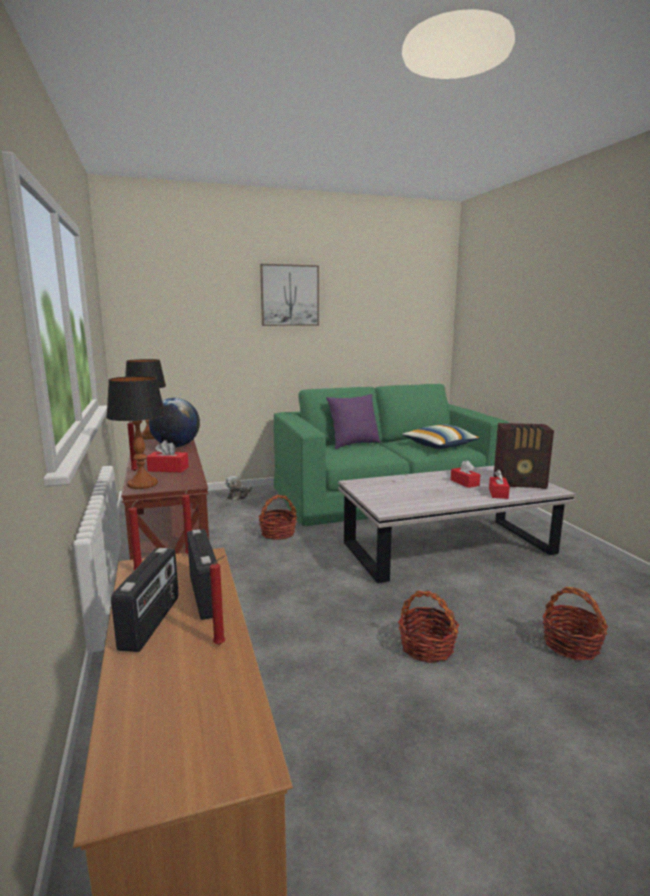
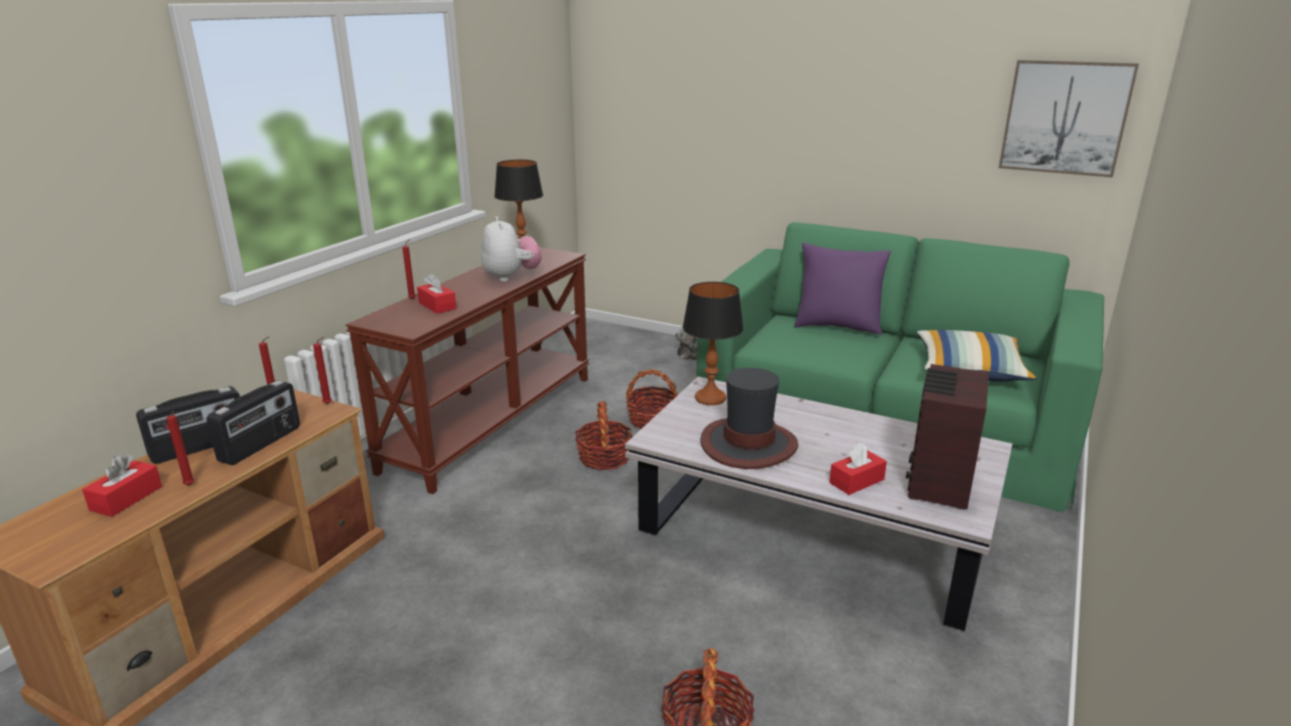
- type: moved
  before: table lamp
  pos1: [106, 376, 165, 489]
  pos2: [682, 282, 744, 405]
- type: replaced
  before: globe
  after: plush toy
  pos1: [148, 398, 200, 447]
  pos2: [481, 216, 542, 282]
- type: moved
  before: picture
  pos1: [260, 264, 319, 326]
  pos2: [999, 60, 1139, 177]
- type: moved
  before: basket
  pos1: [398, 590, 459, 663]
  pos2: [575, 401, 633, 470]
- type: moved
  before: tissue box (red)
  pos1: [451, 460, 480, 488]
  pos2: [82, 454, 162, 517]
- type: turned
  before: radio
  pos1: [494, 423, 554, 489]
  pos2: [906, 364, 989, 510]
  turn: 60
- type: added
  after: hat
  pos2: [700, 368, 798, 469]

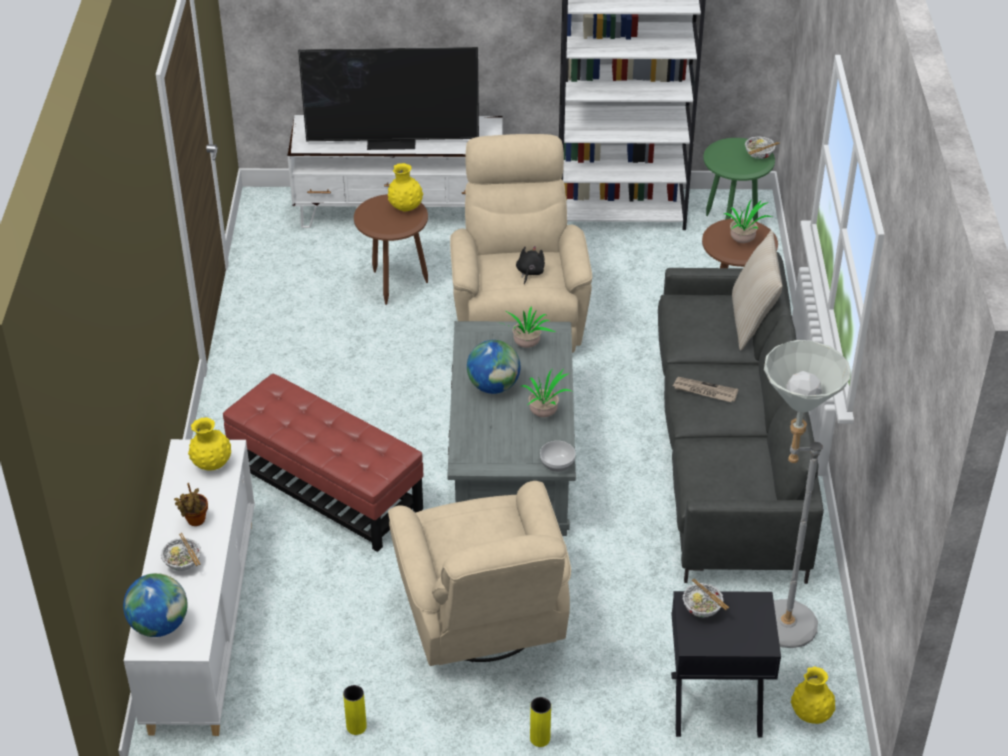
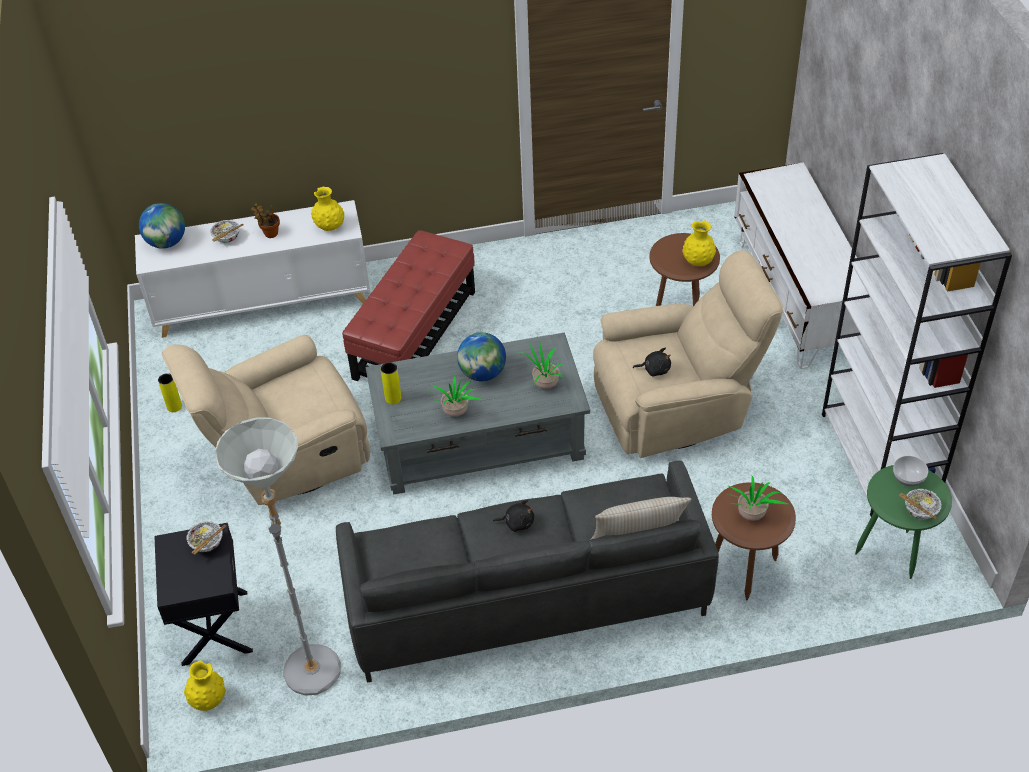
- type: removed
  before: television
  pos1: [298, 47, 479, 150]
- type: moved
  before: vase (yellow)
  pos1: [530, 697, 551, 747]
  pos2: [381, 362, 401, 404]
- type: moved
  before: bowl
  pos1: [540, 441, 576, 472]
  pos2: [893, 456, 928, 487]
- type: replaced
  before: newspaper
  after: plush toy (black)
  pos1: [673, 377, 738, 402]
  pos2: [493, 500, 534, 532]

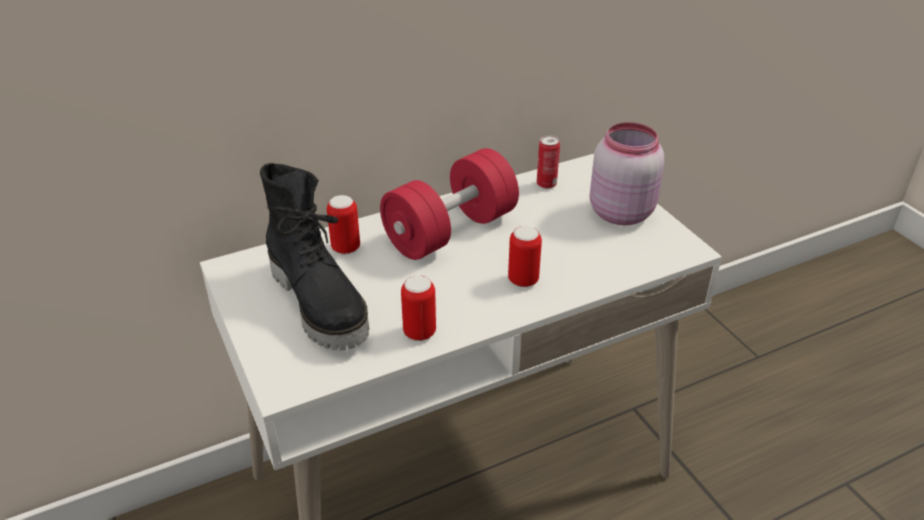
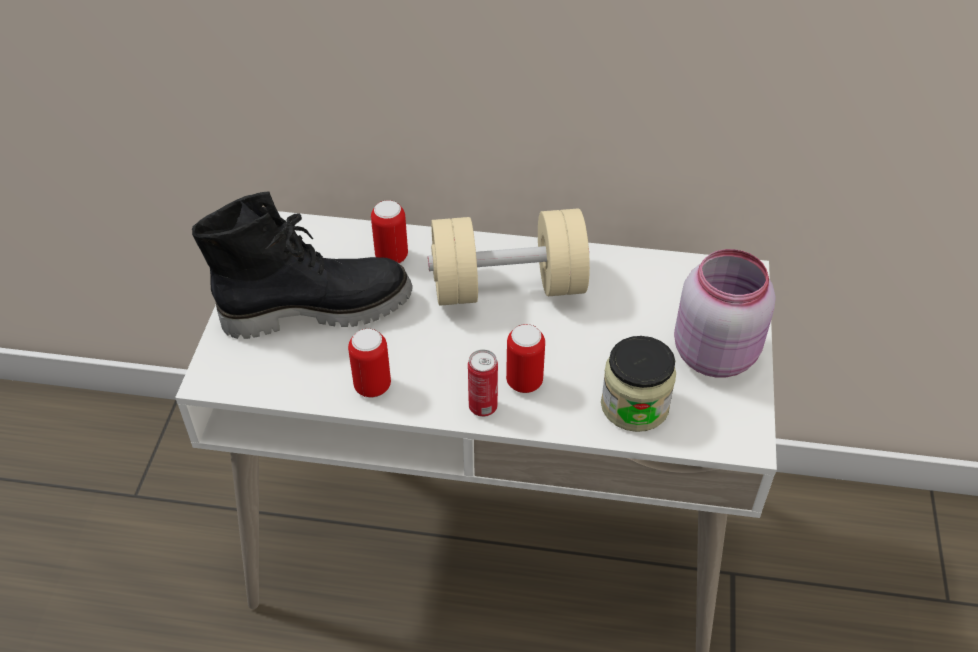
- type: turned
  before: boot (black)
  pos1: [260, 163, 369, 351]
  pos2: [192, 191, 413, 339]
  turn: -105
- type: recoloured
  before: dumbbell (red)
  after: dumbbell (beige)
  pos1: [380, 148, 519, 260]
  pos2: [428, 209, 590, 306]
- type: moved
  before: can
  pos1: [537, 135, 560, 189]
  pos2: [468, 350, 498, 417]
- type: added
  after: jar
  pos2: [601, 336, 676, 432]

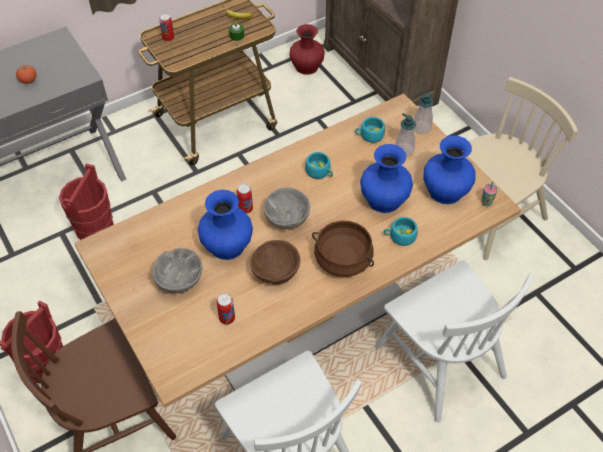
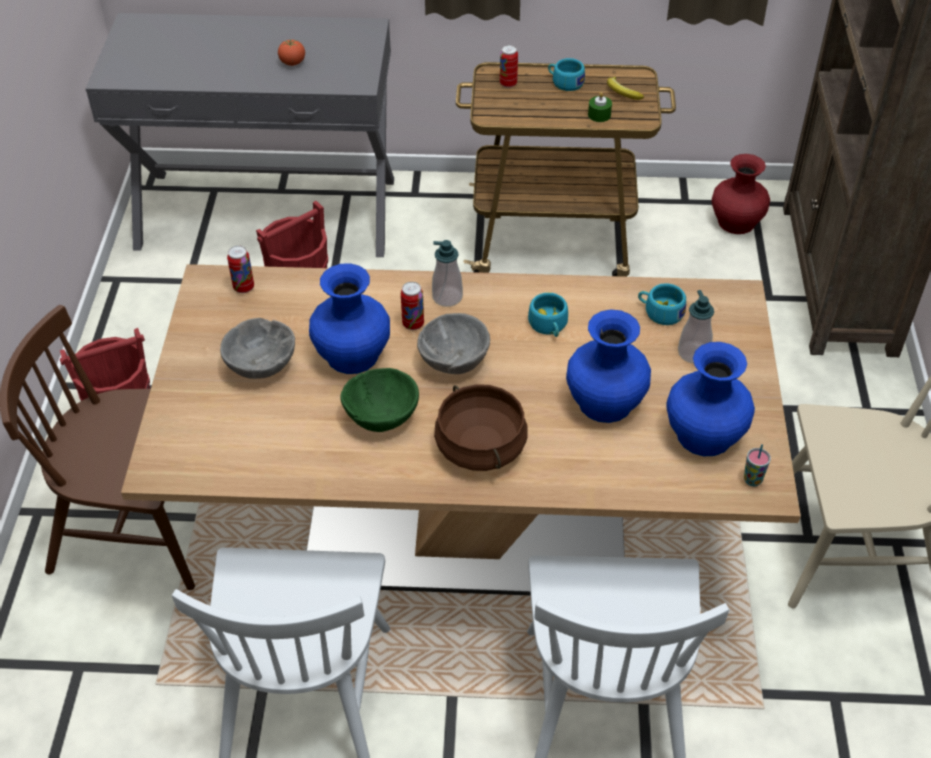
- type: moved
  before: can
  pos1: [217, 294, 235, 325]
  pos2: [227, 246, 254, 293]
- type: recoloured
  before: bowl (brown)
  after: bowl (green)
  pos1: [250, 240, 300, 285]
  pos2: [340, 368, 419, 432]
- type: moved
  before: cup (turquoise)
  pos1: [384, 217, 418, 246]
  pos2: [548, 58, 585, 91]
- type: moved
  before: soap dispenser
  pos1: [413, 93, 434, 134]
  pos2: [432, 240, 463, 307]

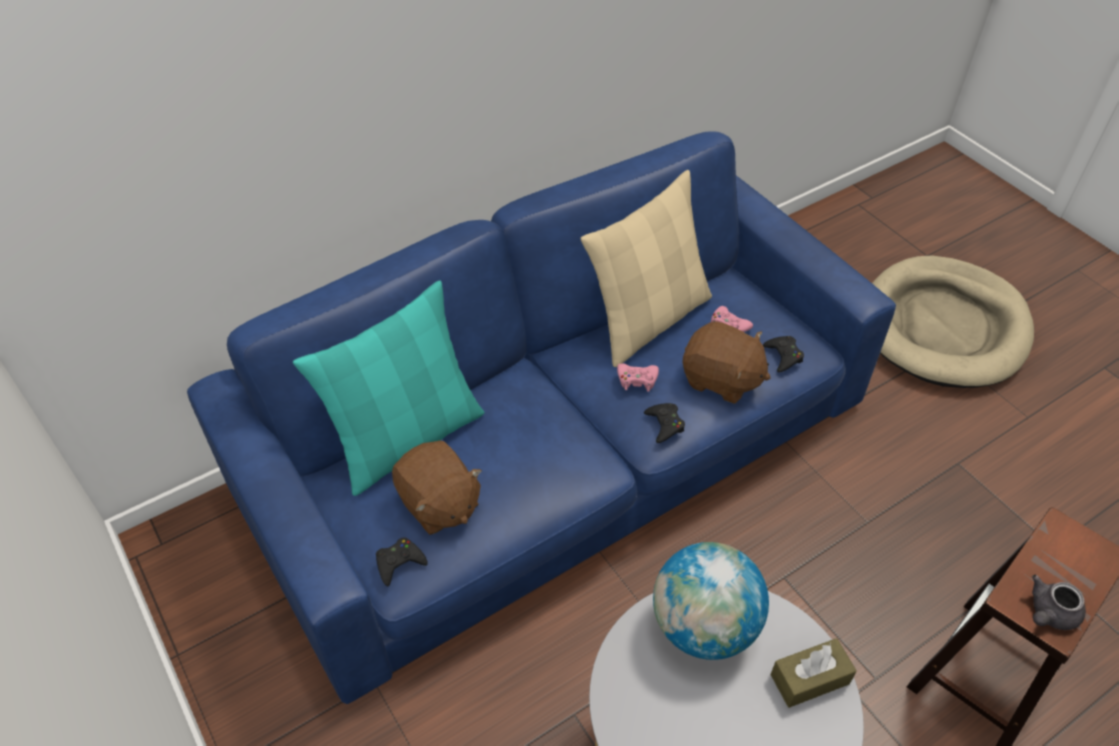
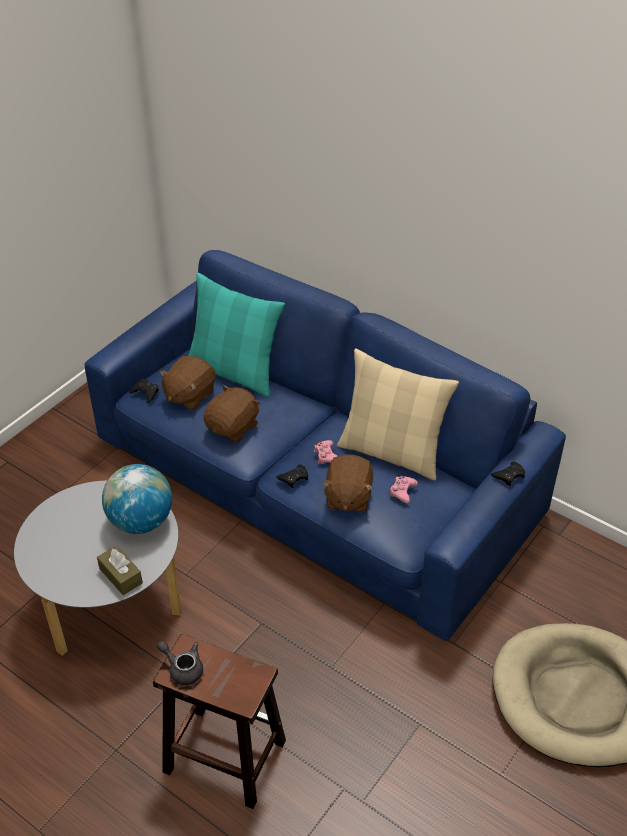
- type: moved
  before: game controller (black)
  pos1: [763, 336, 804, 372]
  pos2: [491, 462, 525, 486]
- type: added
  after: plush toy (brown)
  pos2: [204, 385, 260, 442]

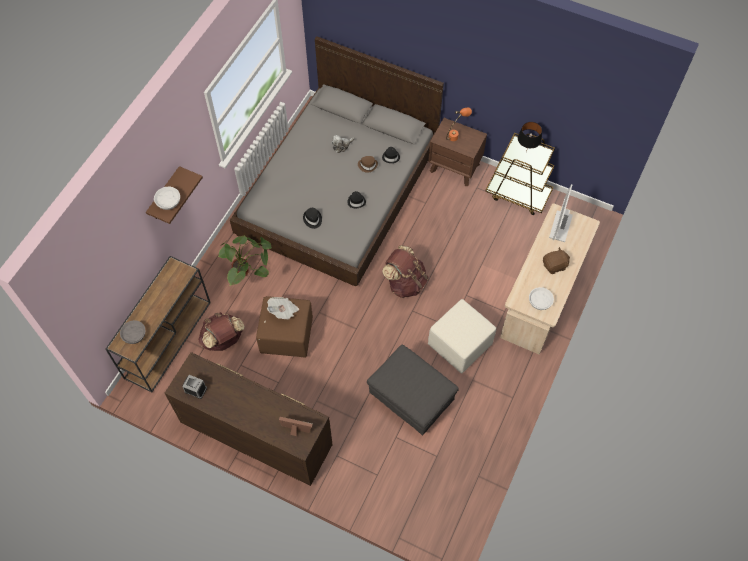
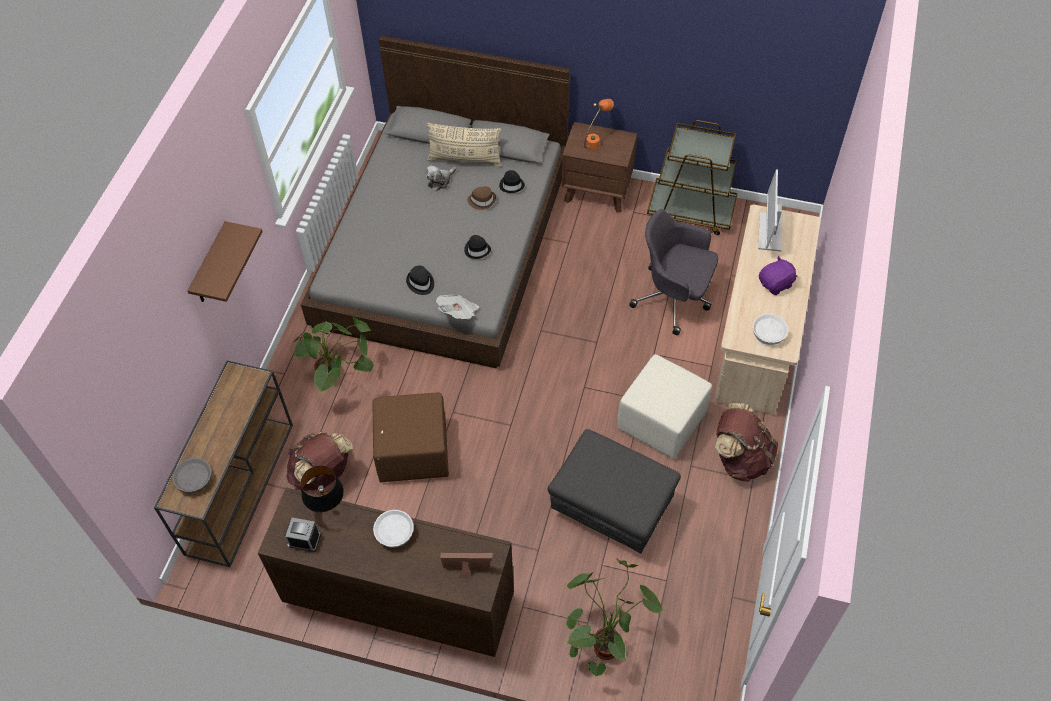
- type: moved
  before: bowl (white)
  pos1: [154, 186, 180, 210]
  pos2: [373, 510, 413, 548]
- type: moved
  before: newspaper
  pos1: [267, 297, 299, 320]
  pos2: [436, 295, 479, 319]
- type: moved
  before: backpack (brown)
  pos1: [382, 245, 429, 298]
  pos2: [715, 403, 778, 482]
- type: moved
  before: table lamp (black)
  pos1: [518, 122, 542, 152]
  pos2: [301, 466, 344, 512]
- type: recoloured
  before: plush toy (brown)
  after: plush toy (purple)
  pos1: [543, 247, 570, 274]
  pos2: [759, 256, 798, 295]
- type: added
  after: pillow (beige)
  pos2: [427, 123, 502, 167]
- type: added
  after: potted plant
  pos2: [566, 559, 665, 677]
- type: added
  after: office chair (grey)
  pos2: [629, 209, 718, 335]

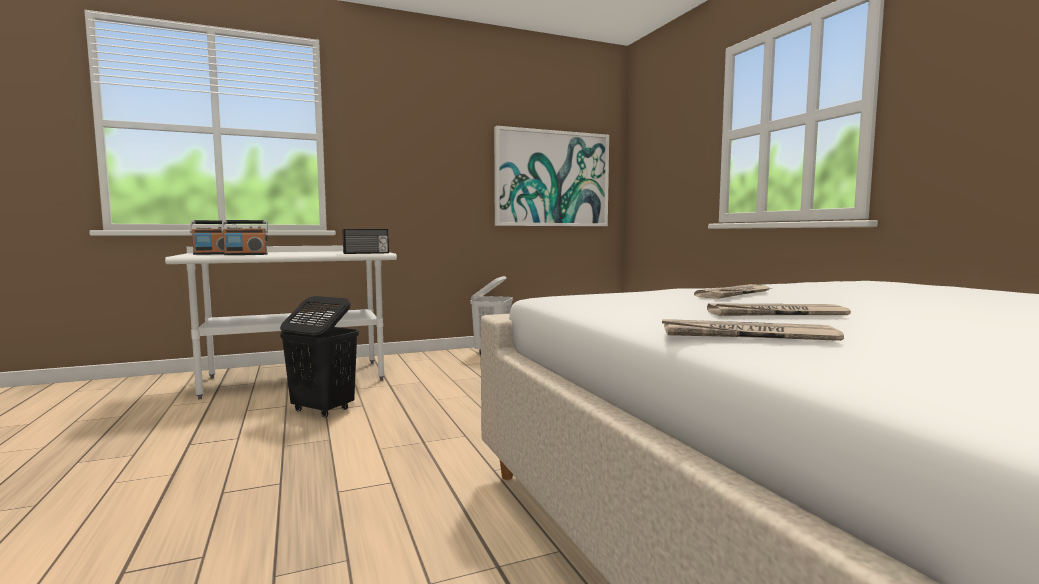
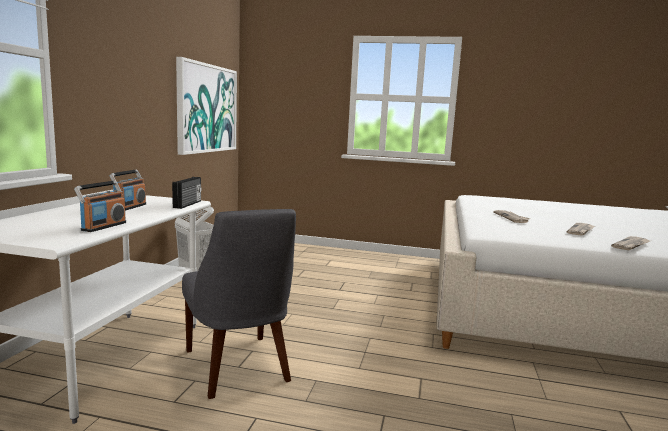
- type: moved
  before: radio
  pos1: [190, 220, 236, 255]
  pos2: [109, 170, 146, 211]
- type: replaced
  before: laundry basket (black)
  after: chair (grey)
  pos1: [280, 296, 359, 418]
  pos2: [182, 209, 296, 399]

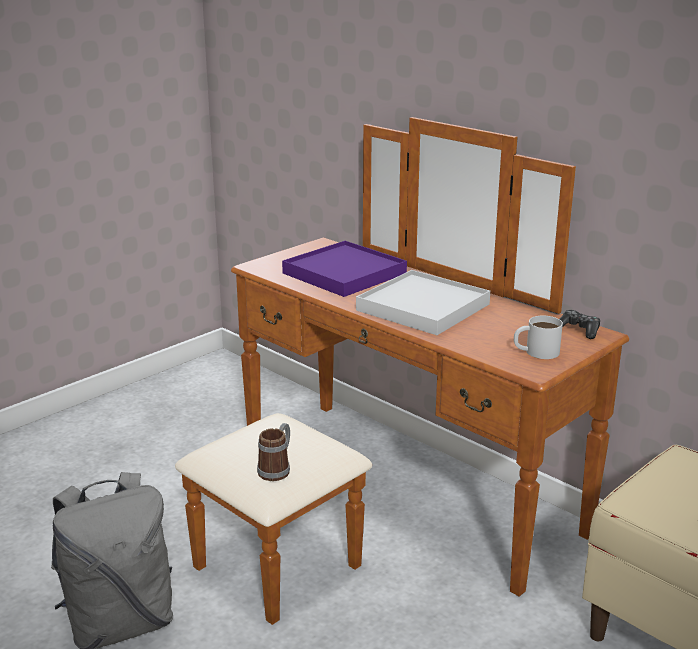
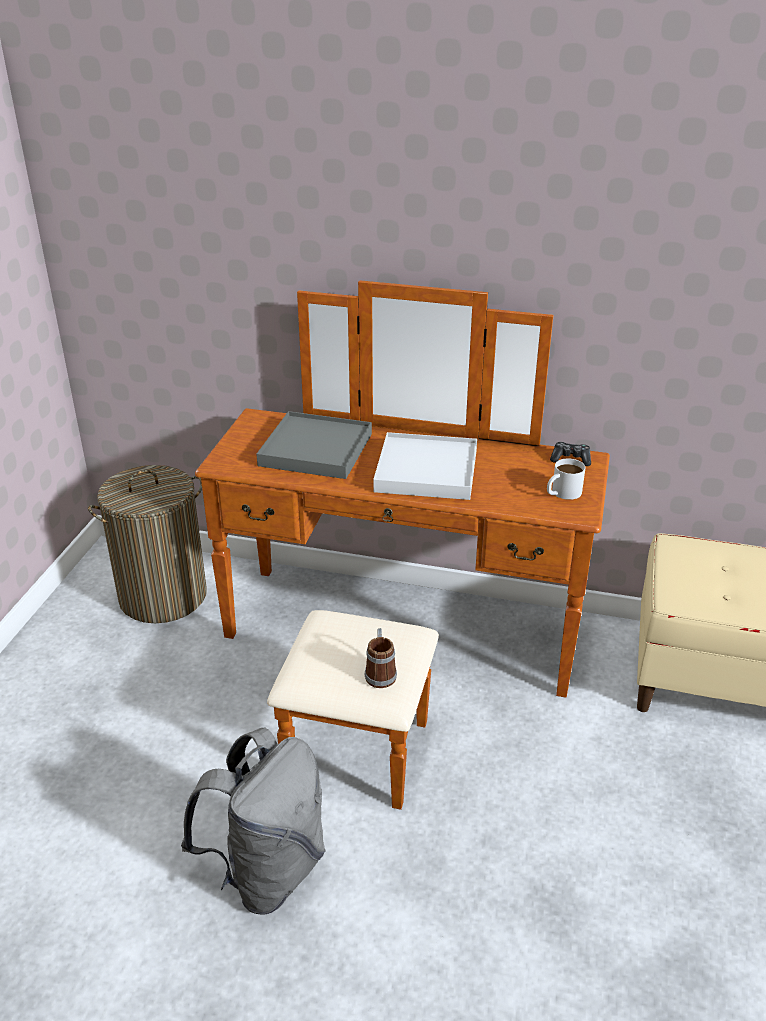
- type: recoloured
  before: tray (purple)
  after: tray (grey)
  pos1: [282, 241, 407, 297]
  pos2: [256, 411, 372, 479]
- type: added
  after: laundry basket
  pos2: [88, 465, 207, 623]

